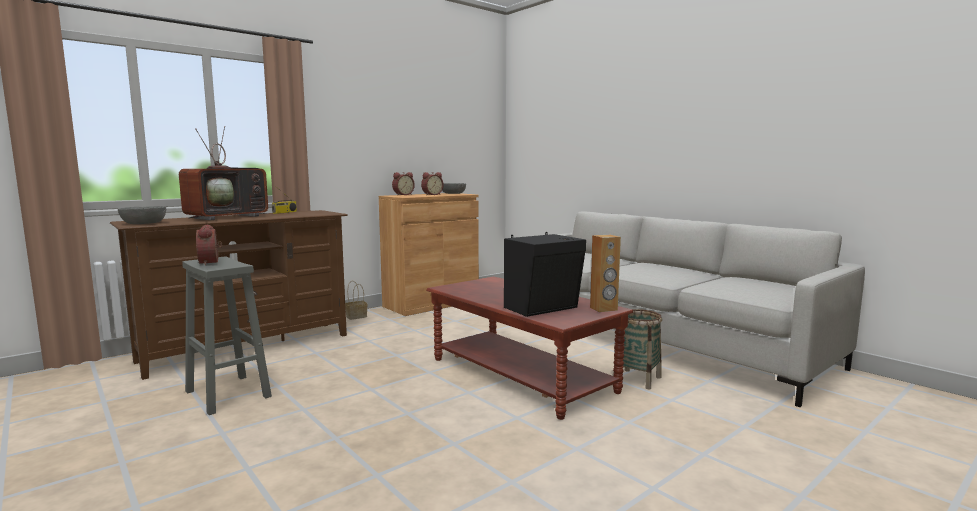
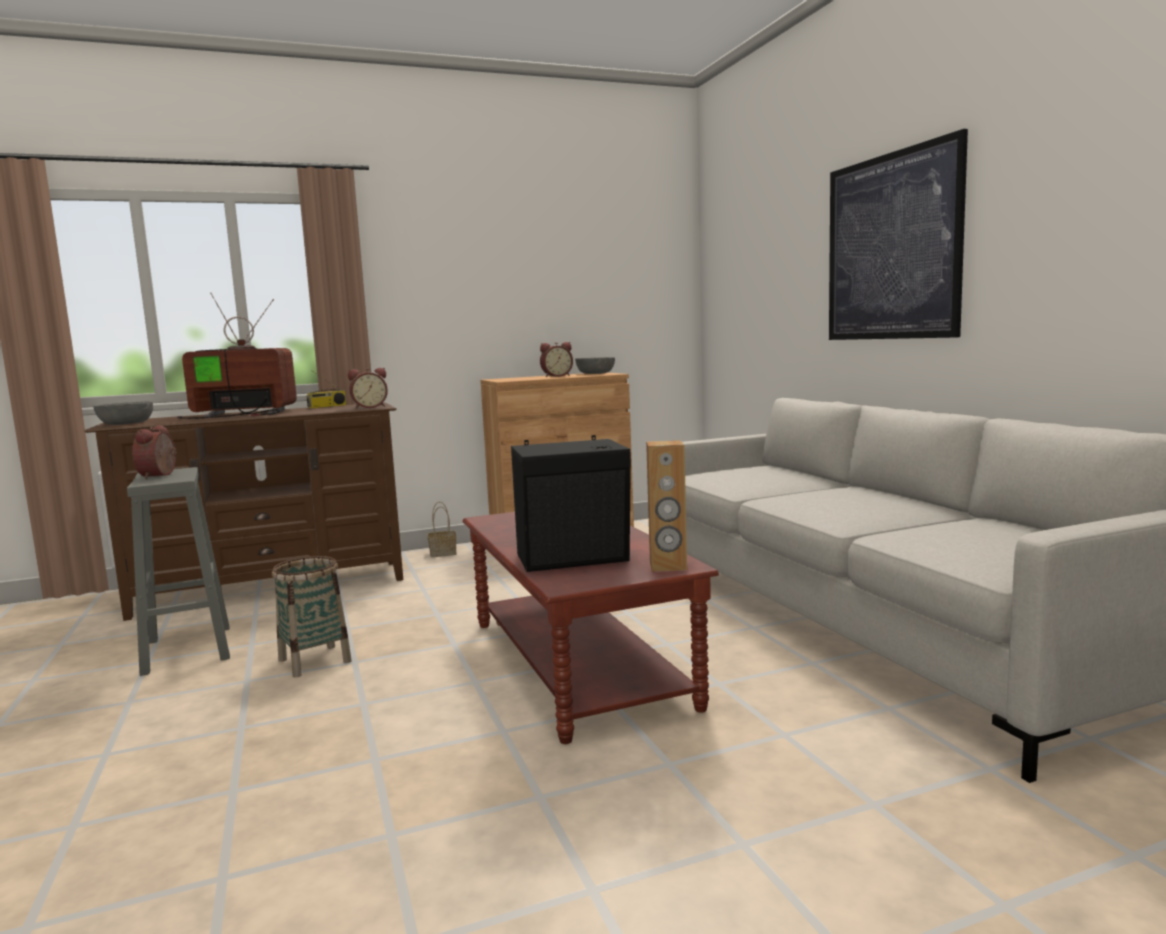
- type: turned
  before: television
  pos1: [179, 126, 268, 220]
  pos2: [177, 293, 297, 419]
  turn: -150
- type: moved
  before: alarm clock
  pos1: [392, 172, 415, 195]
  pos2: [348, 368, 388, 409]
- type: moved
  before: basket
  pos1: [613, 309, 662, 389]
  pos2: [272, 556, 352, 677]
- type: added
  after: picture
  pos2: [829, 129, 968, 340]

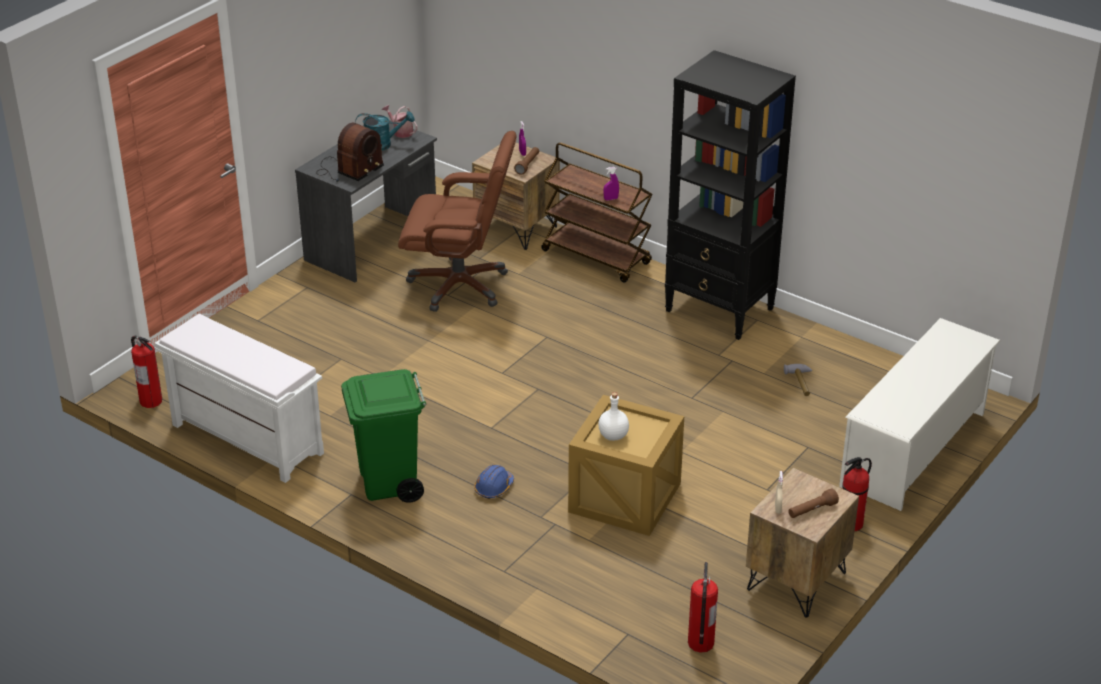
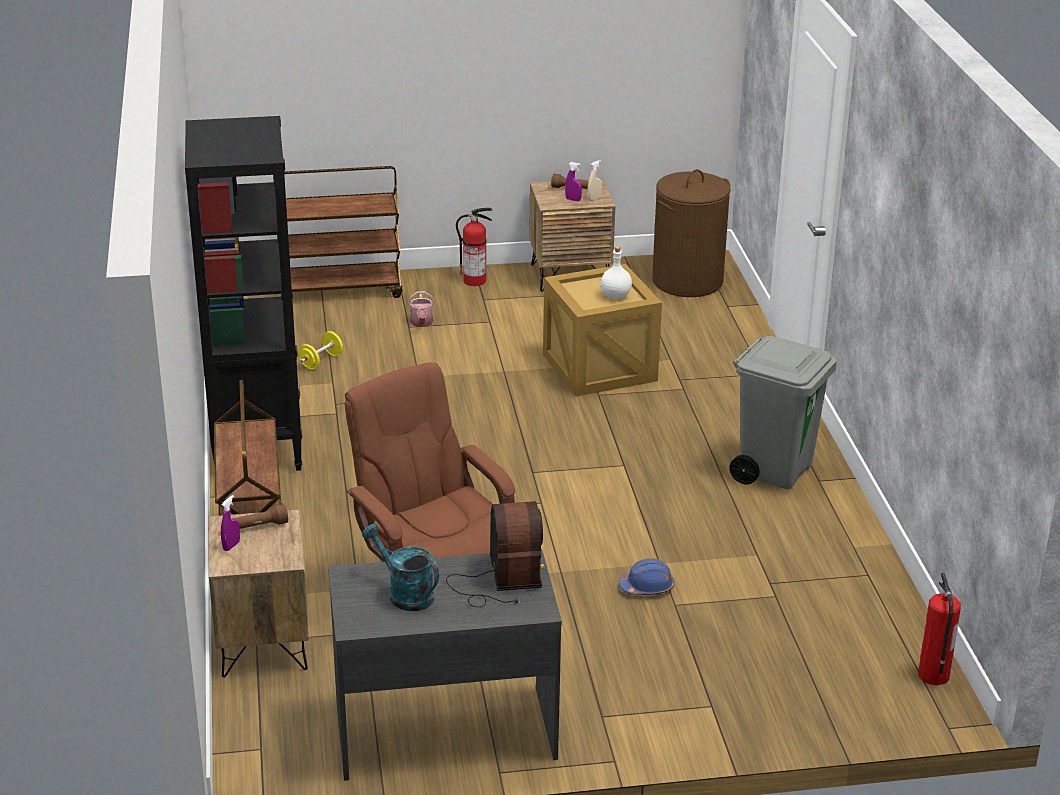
- type: removed
  before: bench (white)
  pos1: [154, 314, 324, 483]
- type: turned
  before: radio
  pos1: [316, 123, 384, 182]
  pos2: [446, 501, 545, 607]
  turn: 90
- type: recoloured
  before: trash can (green)
  after: trash can (grey)
  pos1: [341, 369, 426, 503]
  pos2: [729, 336, 837, 489]
- type: moved
  before: watering can
  pos1: [382, 105, 418, 138]
  pos2: [408, 291, 434, 327]
- type: moved
  before: hard hat (blue)
  pos1: [474, 465, 514, 499]
  pos2: [619, 558, 675, 595]
- type: moved
  before: spray bottle (purple)
  pos1: [603, 167, 619, 200]
  pos2: [565, 162, 582, 201]
- type: replaced
  before: fire extinguisher
  after: laundry basket (brown)
  pos1: [688, 562, 718, 653]
  pos2: [652, 169, 731, 297]
- type: replaced
  before: hammer
  after: dumbbell (yellow)
  pos1: [784, 364, 813, 396]
  pos2: [298, 331, 343, 370]
- type: replaced
  before: shoe rack (white)
  after: cart (brown)
  pos1: [839, 318, 1001, 511]
  pos2: [285, 166, 403, 299]

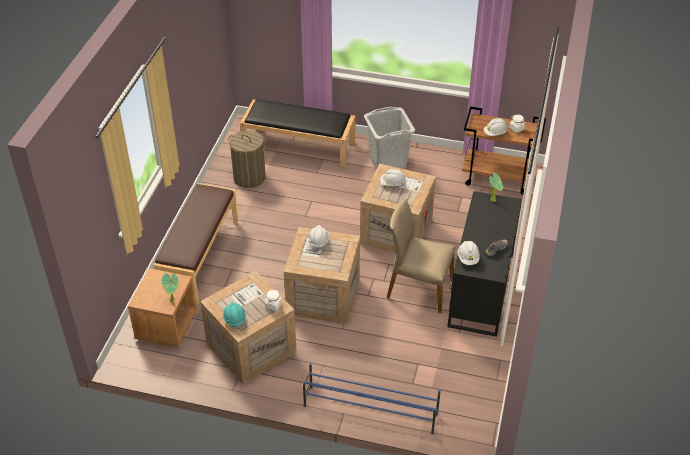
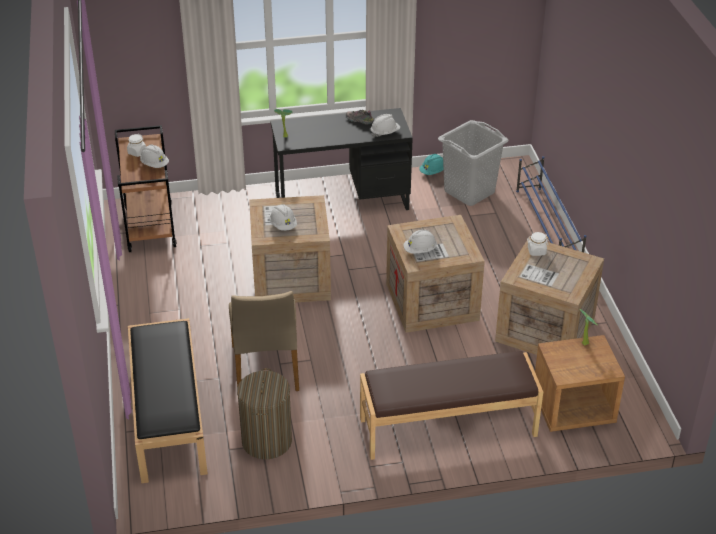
- type: moved
  before: hard hat (turquoise)
  pos1: [223, 302, 246, 329]
  pos2: [419, 154, 443, 175]
- type: moved
  before: laundry basket (grey)
  pos1: [364, 107, 415, 169]
  pos2: [438, 120, 509, 206]
- type: moved
  before: chair (beige)
  pos1: [387, 199, 455, 313]
  pos2: [229, 291, 299, 391]

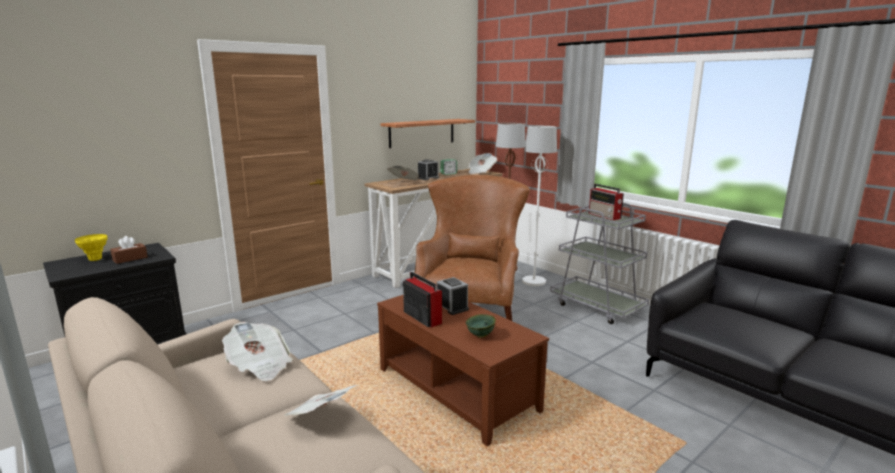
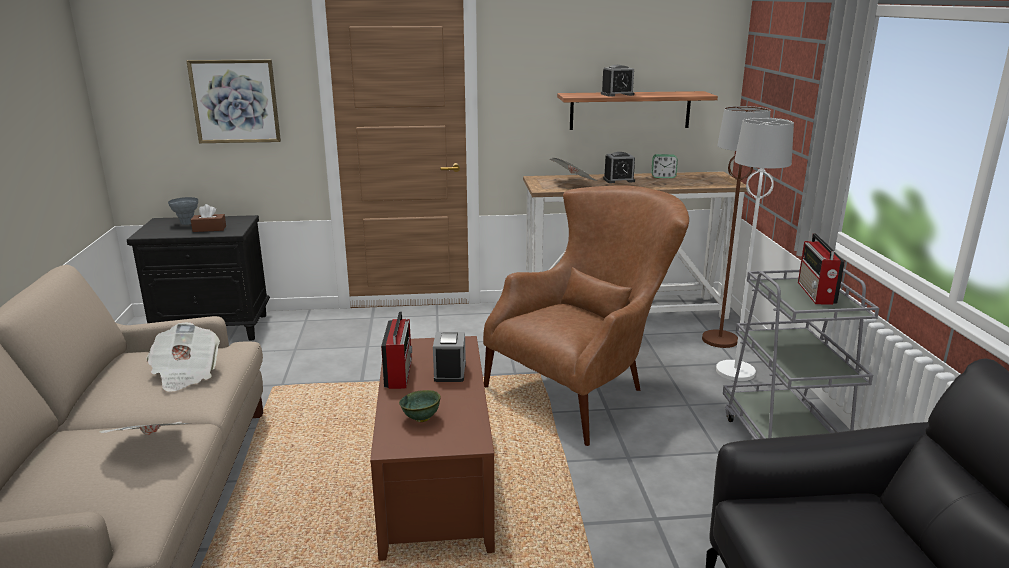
- type: recoloured
  before: vase (yellow)
  after: vase (grey)
  pos1: [75, 234, 108, 261]
  pos2: [168, 197, 198, 225]
- type: removed
  before: newspaper
  pos1: [468, 153, 497, 174]
- type: added
  after: picture
  pos2: [187, 59, 281, 143]
- type: added
  after: alarm clock
  pos2: [601, 65, 634, 96]

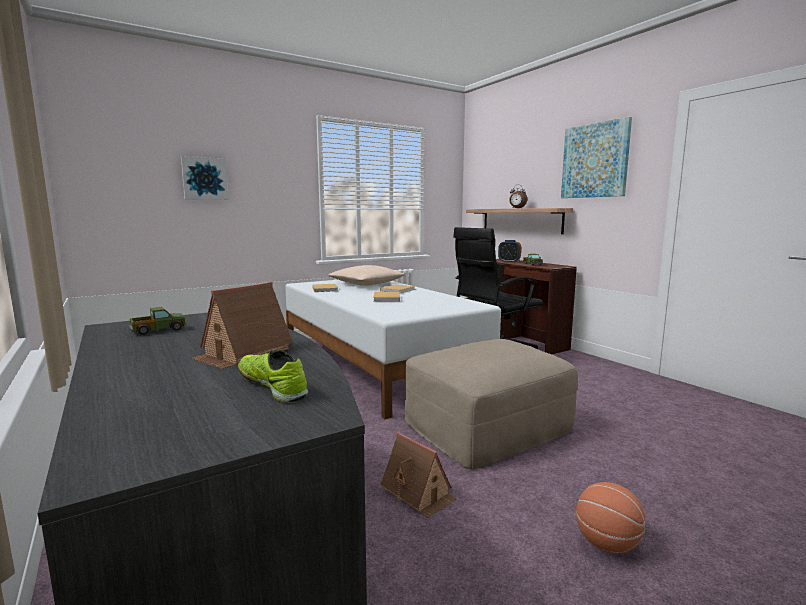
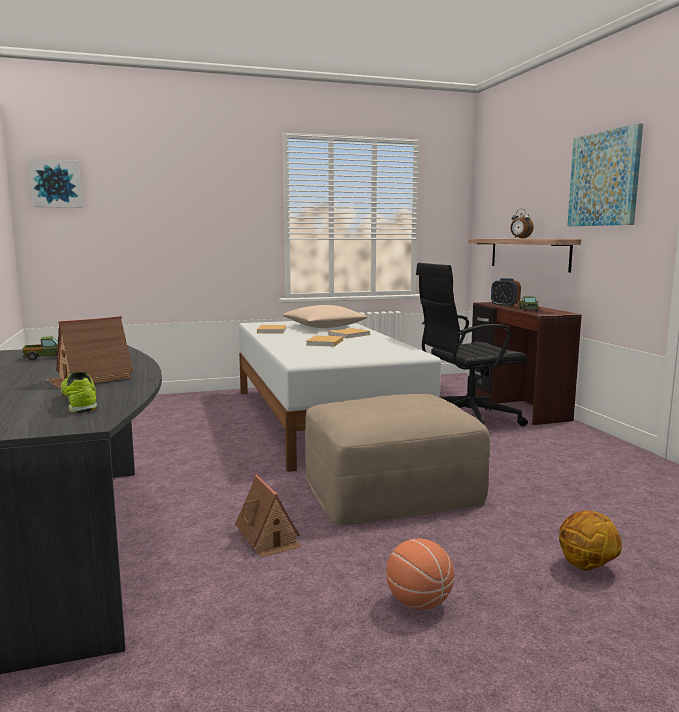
- type: moved
  before: picture
  pos1: [181, 156, 229, 200]
  pos2: [29, 159, 83, 208]
- type: added
  after: basketball
  pos2: [559, 510, 622, 570]

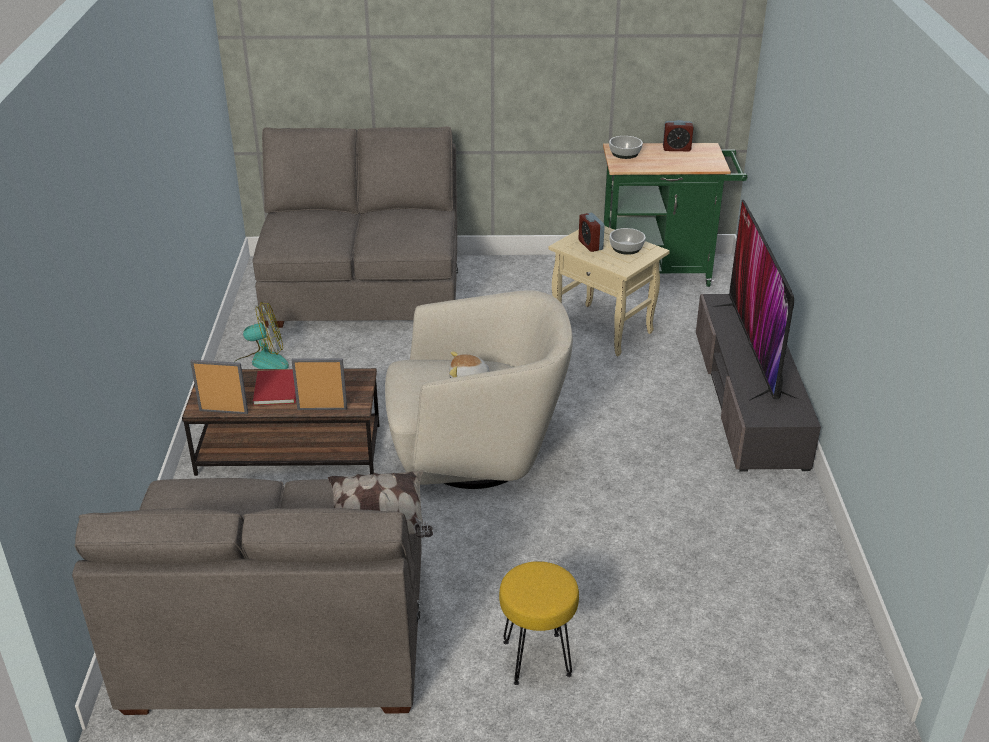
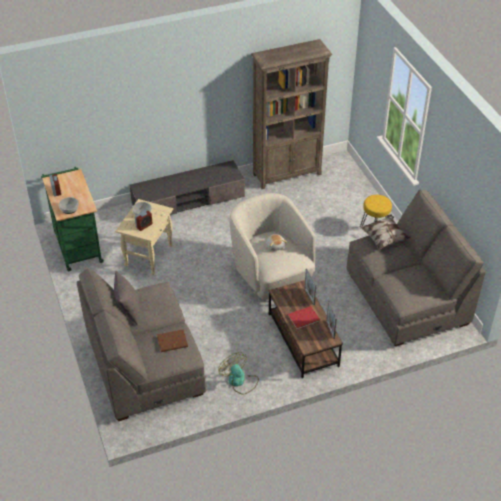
- type: removed
  before: television
  pos1: [712, 200, 798, 400]
- type: added
  after: pillow (grey)
  pos2: [114, 271, 140, 325]
- type: added
  after: book (brown)
  pos2: [157, 329, 188, 352]
- type: added
  after: bookcase (brown)
  pos2: [251, 39, 332, 189]

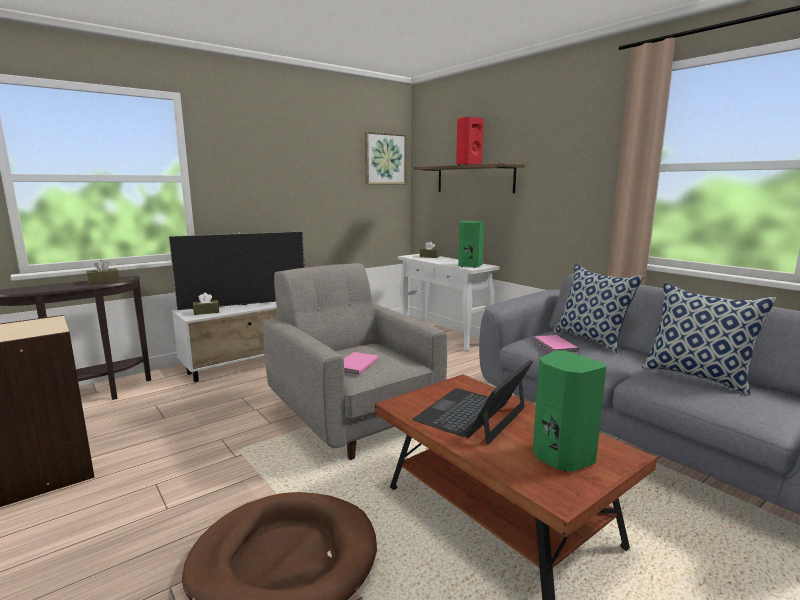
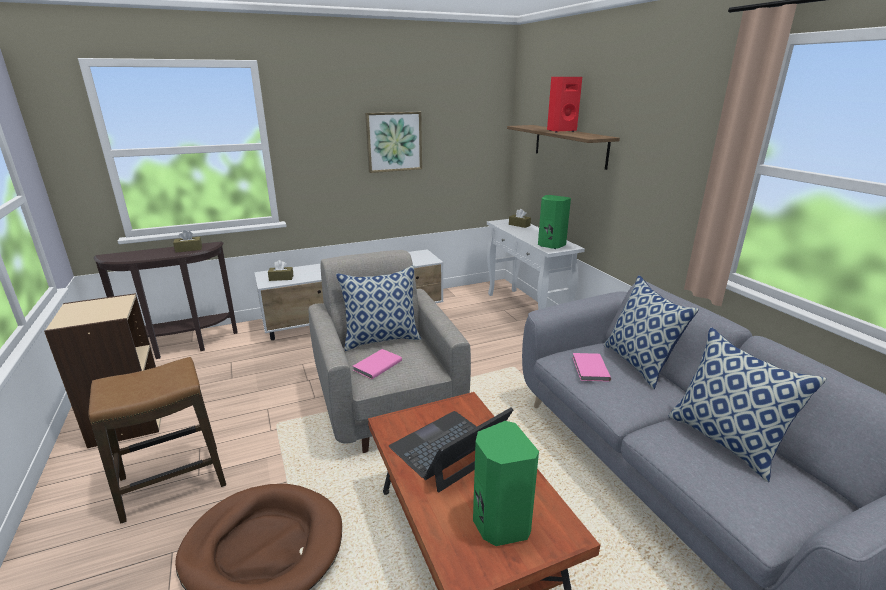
- type: removed
  before: television
  pos1: [169, 232, 305, 310]
- type: moved
  before: picture
  pos1: [365, 132, 407, 184]
  pos2: [365, 112, 422, 173]
- type: added
  after: stool
  pos2: [88, 357, 226, 524]
- type: added
  after: pillow
  pos2: [336, 265, 421, 351]

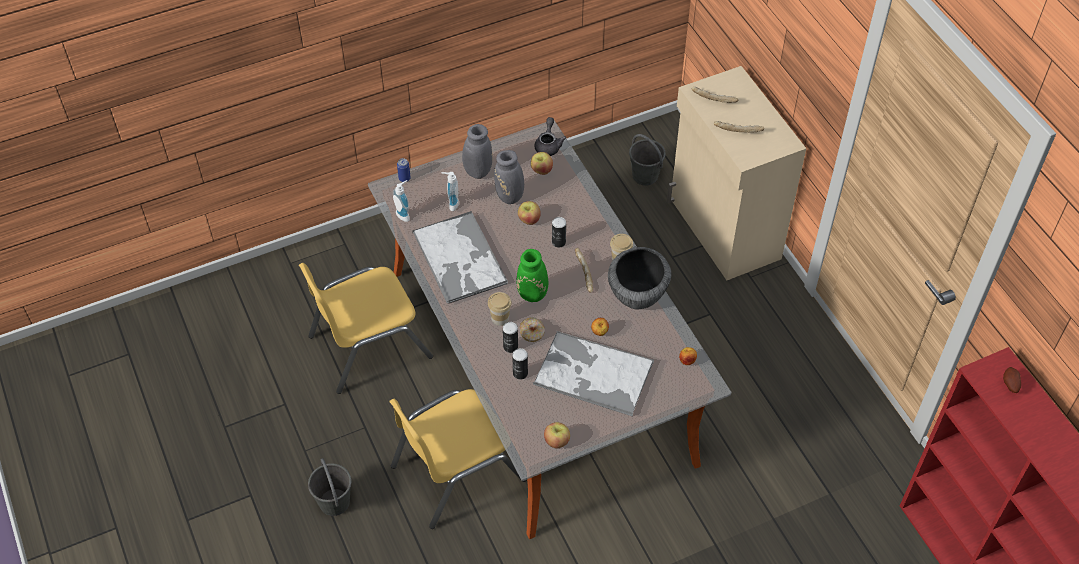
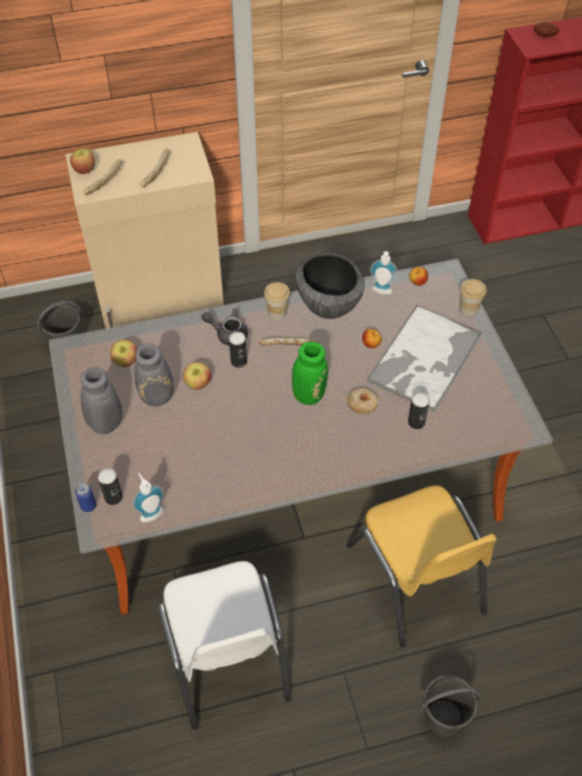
- type: recoloured
  before: chair (yellow)
  after: chair (white)
  pos1: [299, 263, 433, 394]
  pos2: [157, 561, 291, 730]
- type: removed
  before: tray
  pos1: [412, 211, 508, 303]
- type: moved
  before: soap dispenser
  pos1: [442, 172, 459, 211]
  pos2: [370, 251, 398, 294]
- type: moved
  before: cup
  pos1: [488, 292, 512, 326]
  pos2: [460, 279, 486, 317]
- type: moved
  before: can
  pos1: [503, 322, 518, 353]
  pos2: [98, 468, 123, 505]
- type: moved
  before: teapot (grey)
  pos1: [534, 117, 566, 156]
  pos2: [201, 308, 248, 346]
- type: moved
  before: apple
  pos1: [544, 422, 570, 448]
  pos2: [70, 149, 95, 174]

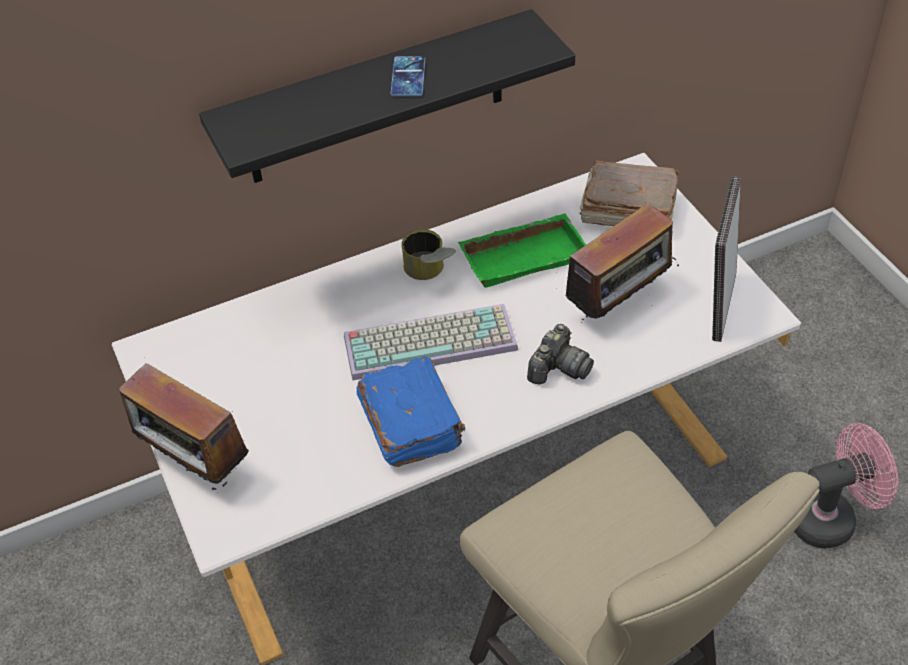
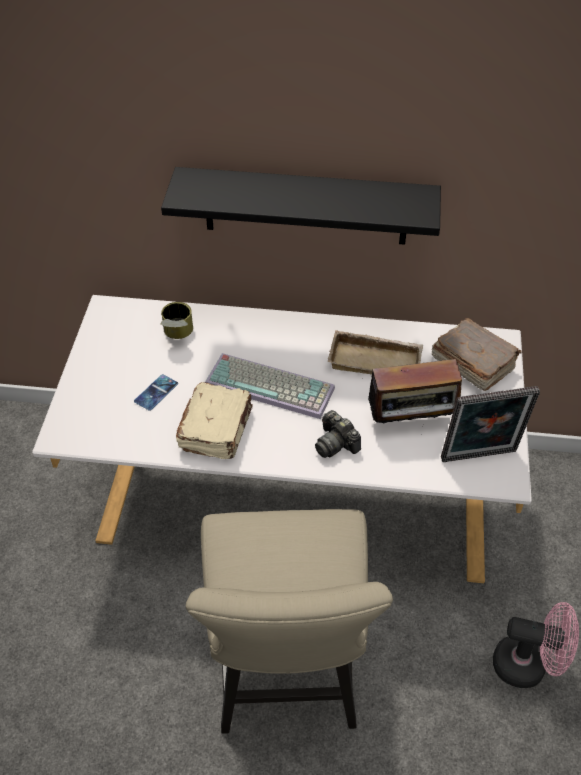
- type: removed
  before: radio
  pos1: [119, 363, 249, 490]
- type: recoloured
  before: book (blue)
  after: book (beige)
  pos1: [356, 356, 465, 467]
  pos2: [176, 382, 252, 459]
- type: moved
  before: phone
  pos1: [391, 56, 425, 96]
  pos2: [134, 374, 178, 411]
- type: moved
  before: can
  pos1: [401, 229, 456, 280]
  pos2: [160, 302, 193, 339]
- type: recoloured
  before: tray (green)
  after: tray (beige)
  pos1: [458, 213, 587, 288]
  pos2: [328, 330, 423, 375]
- type: turned
  before: photo camera
  pos1: [527, 324, 594, 385]
  pos2: [315, 410, 361, 458]
  turn: 75
- type: turned
  before: picture frame
  pos1: [712, 176, 741, 342]
  pos2: [441, 386, 540, 462]
  turn: -150

